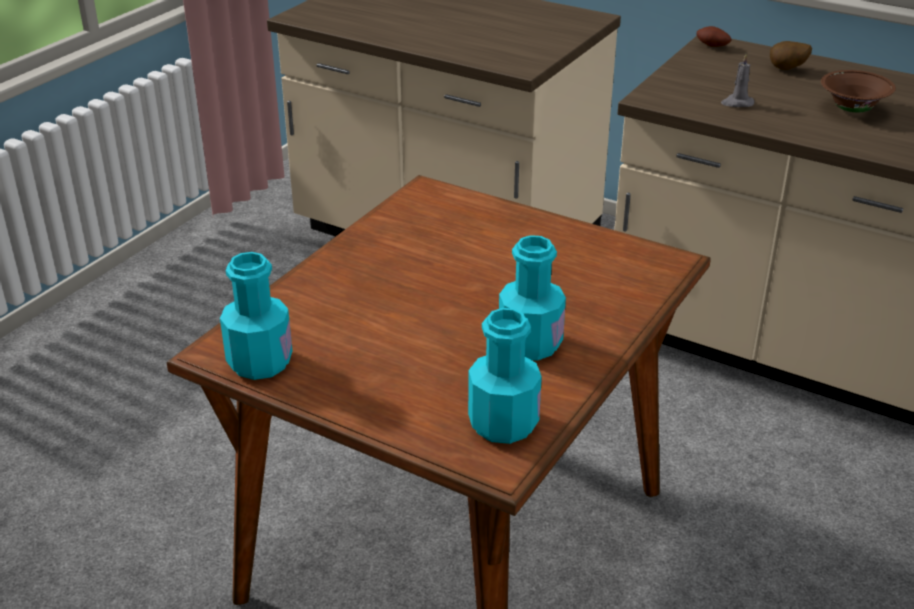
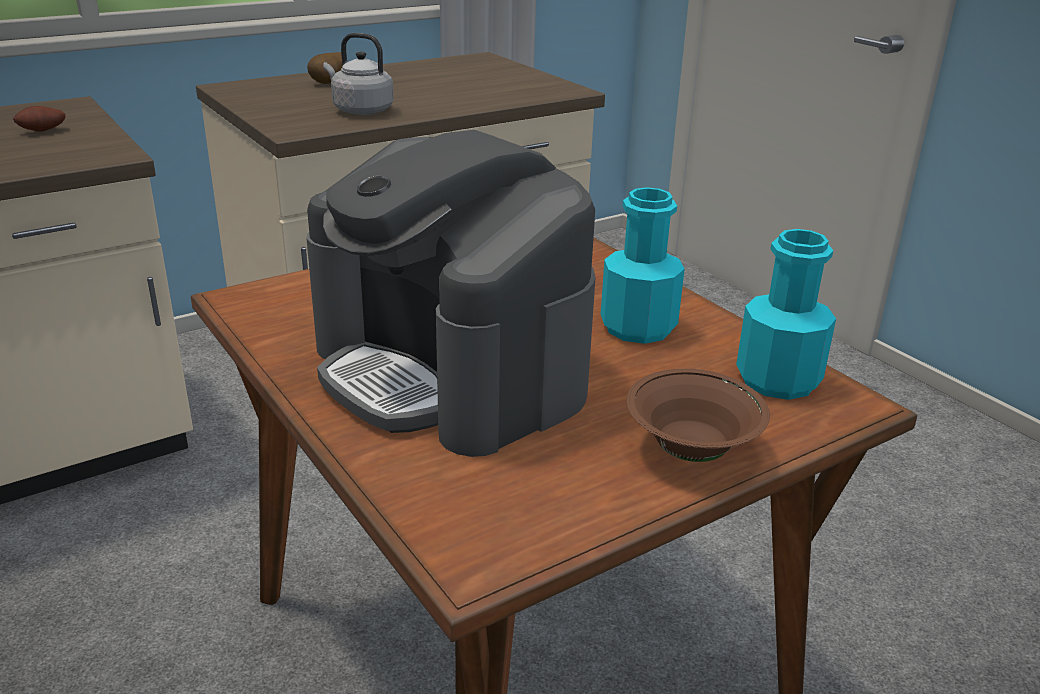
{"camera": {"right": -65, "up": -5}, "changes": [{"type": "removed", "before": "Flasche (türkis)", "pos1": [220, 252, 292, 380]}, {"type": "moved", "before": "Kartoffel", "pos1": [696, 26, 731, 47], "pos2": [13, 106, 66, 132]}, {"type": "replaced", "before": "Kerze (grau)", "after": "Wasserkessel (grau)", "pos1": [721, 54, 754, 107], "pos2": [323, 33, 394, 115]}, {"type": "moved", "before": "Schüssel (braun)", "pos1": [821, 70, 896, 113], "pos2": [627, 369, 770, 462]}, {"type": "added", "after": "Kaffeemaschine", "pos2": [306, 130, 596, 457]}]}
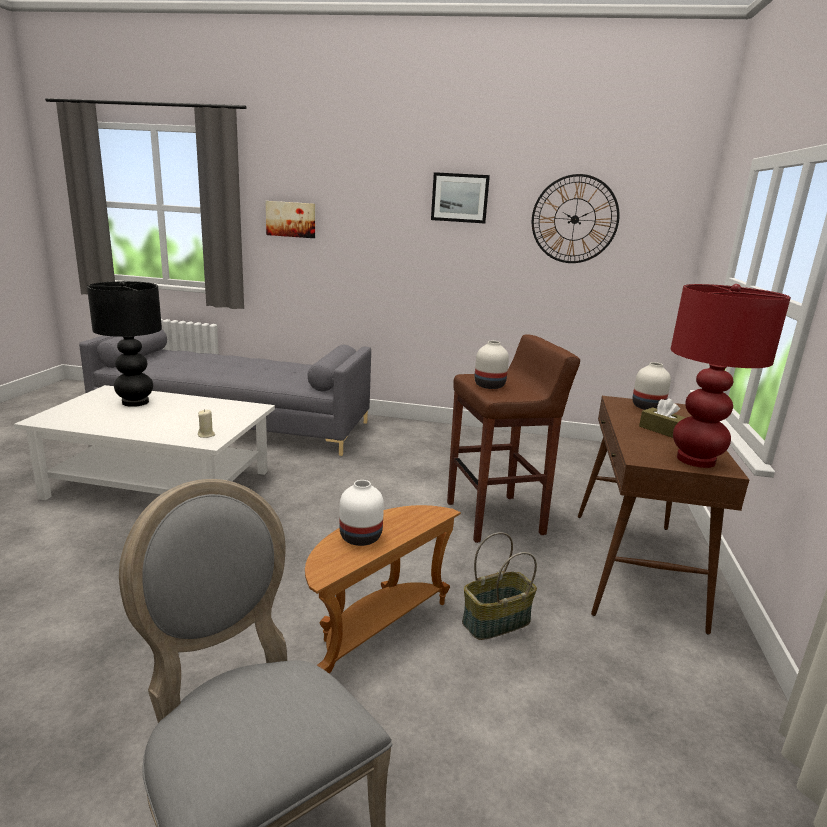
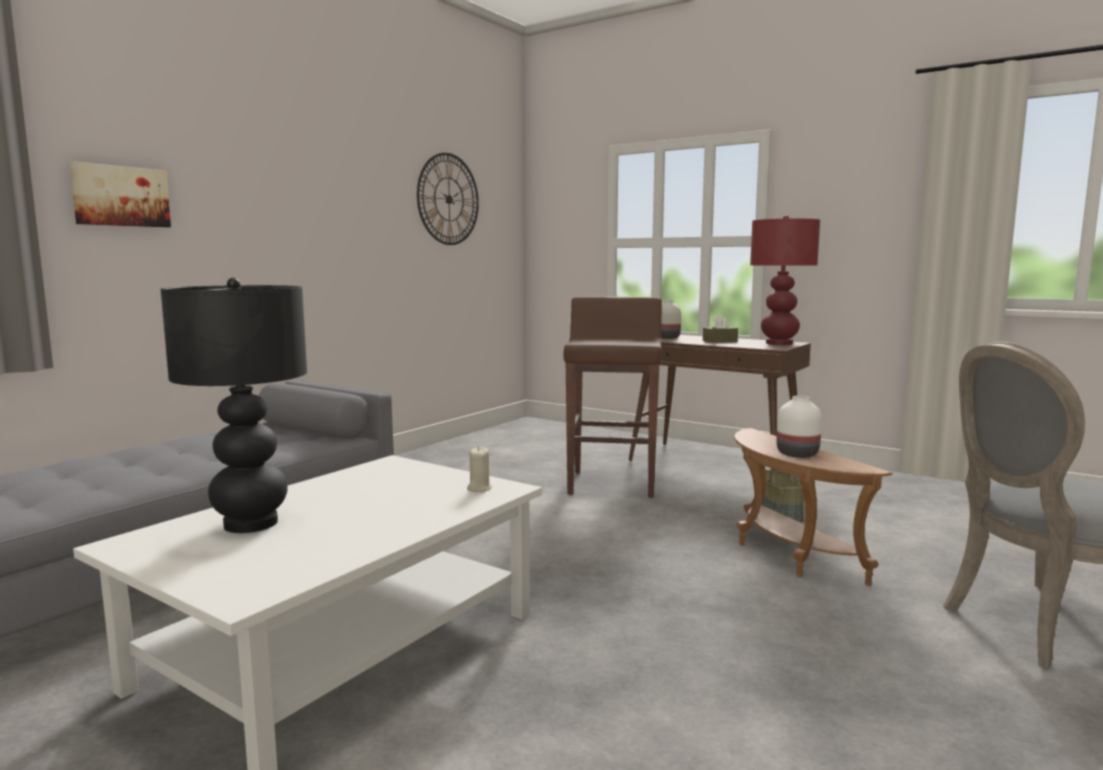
{"camera": {"right": -65, "up": -10}, "changes": [{"type": "removed", "before": "Bild", "pos1": [431, 172, 490, 223]}, {"type": "removed", "before": "Vase (weiß)", "pos1": [474, 341, 509, 389]}]}
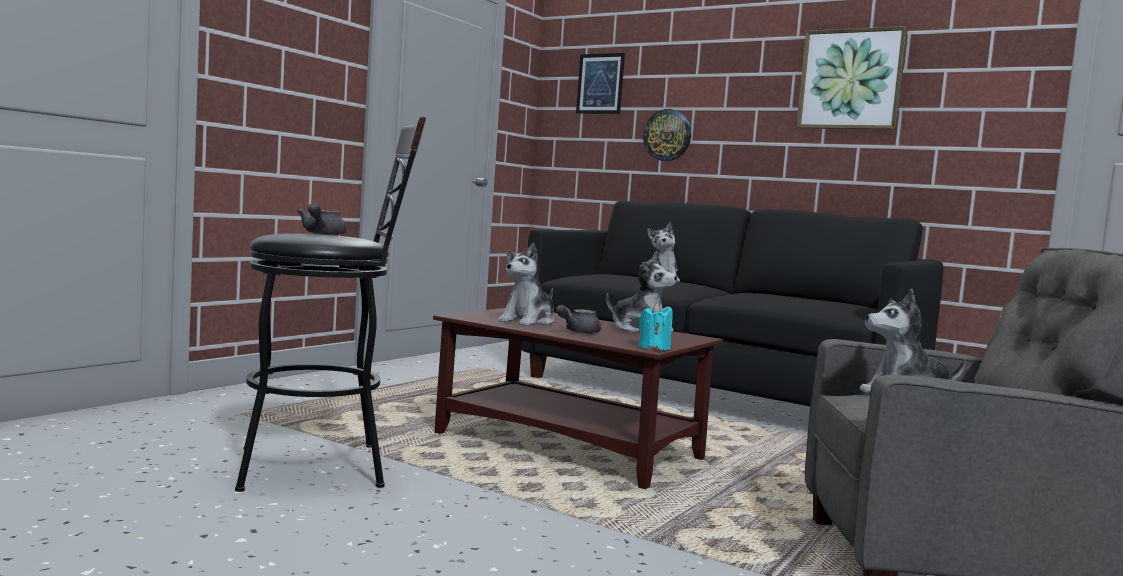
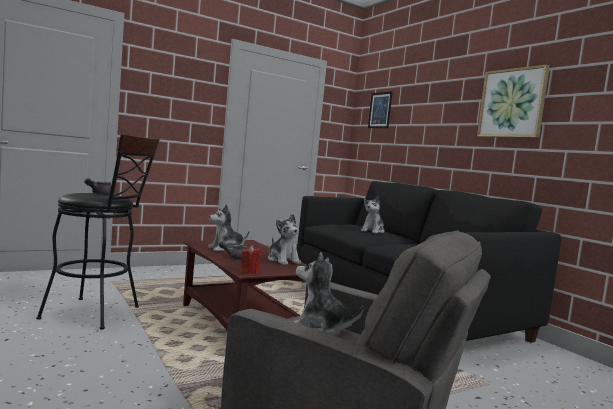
{"camera": {"right": 25, "up": 0}, "changes": [{"type": "recoloured", "before": "Kerze (türkis)", "after": "Kerze (rot)", "pos1": [639, 303, 673, 350], "pos2": [240, 245, 261, 274]}, {"type": "removed", "before": "Wanduhr", "pos1": [643, 109, 691, 161]}]}
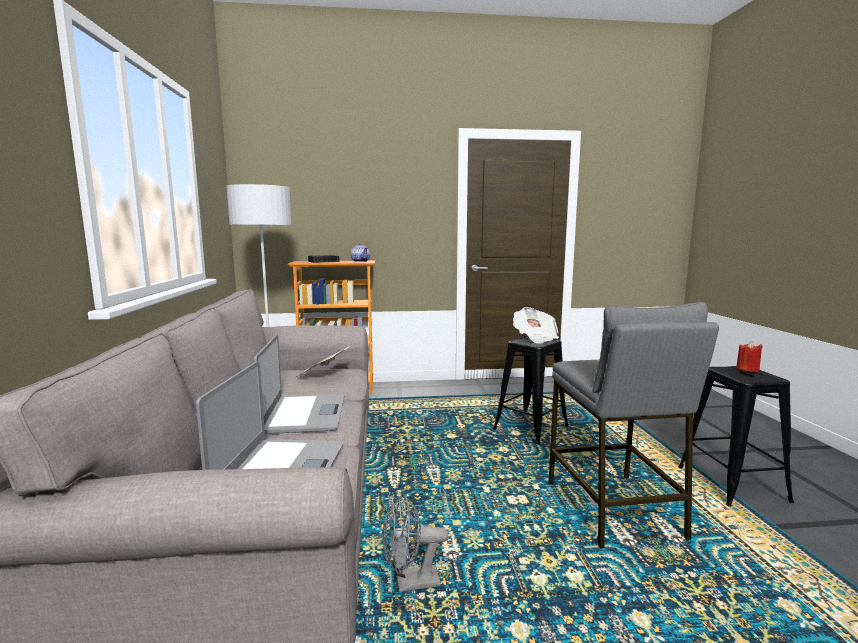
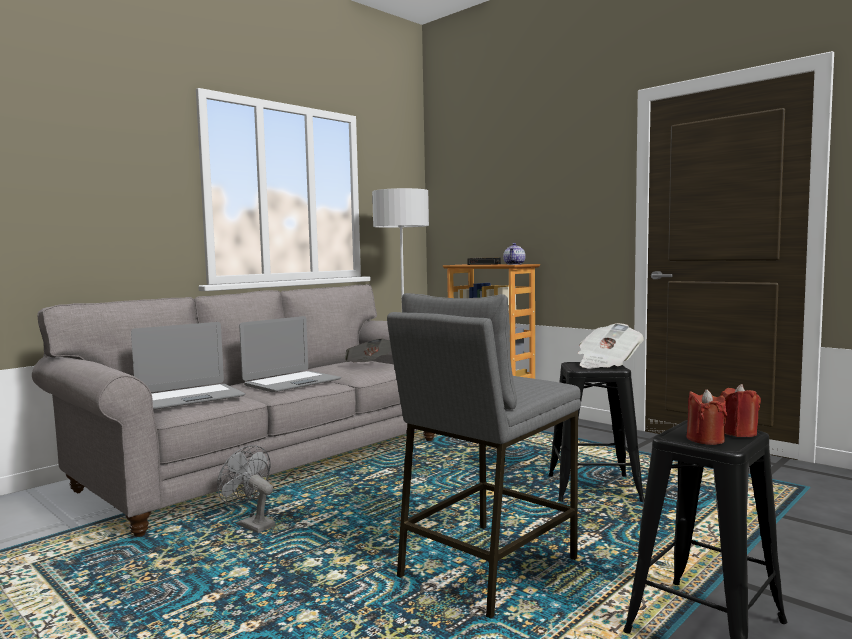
{"camera": {"right": 50, "up": -5}, "changes": [{"type": "added", "after": "Kerze (rot)", "pos2": [687, 389, 727, 445]}]}
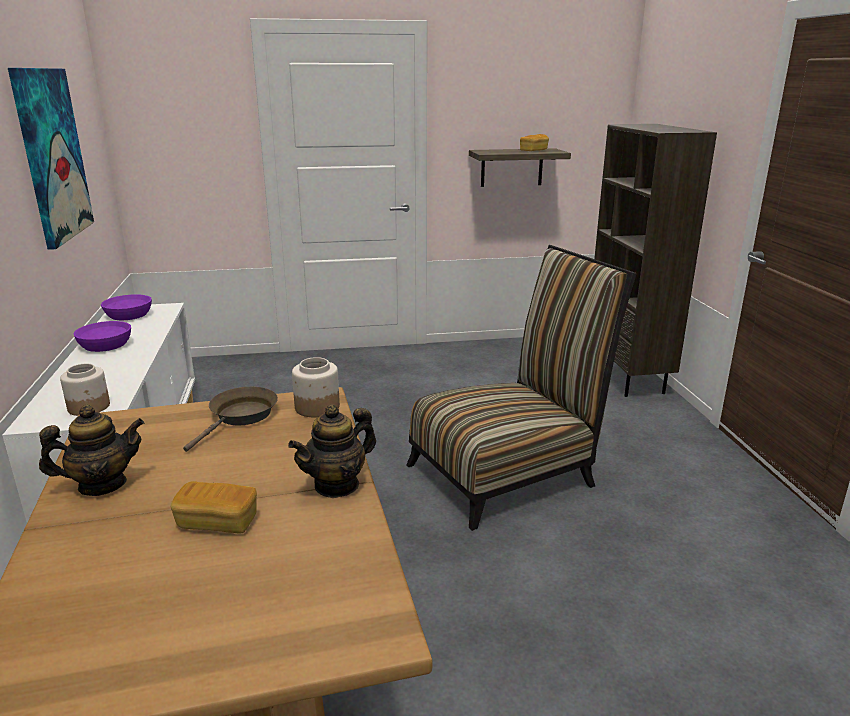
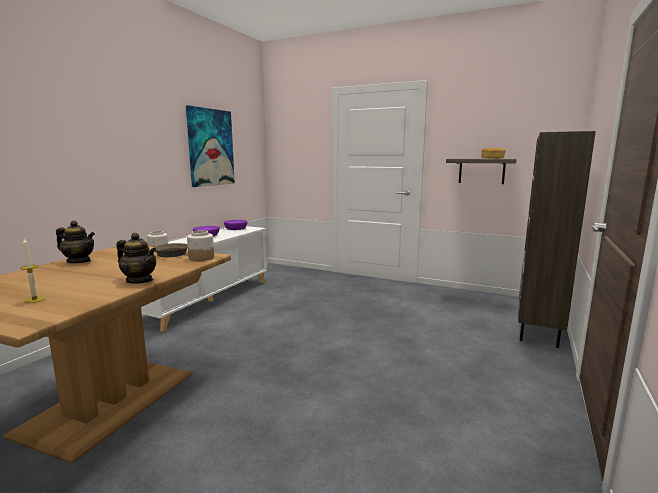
{"camera": {"right": 35, "up": -10}, "changes": [{"type": "removed", "before": "Brot", "pos1": [171, 481, 257, 533]}, {"type": "turned", "before": "Teekanne", "pos1": [288, 404, 376, 498], "pos2": [116, 233, 157, 284], "turn": -150}, {"type": "removed", "before": "Stuhl", "pos1": [407, 245, 637, 531]}, {"type": "added", "after": "Kerze", "pos2": [20, 239, 45, 303]}]}
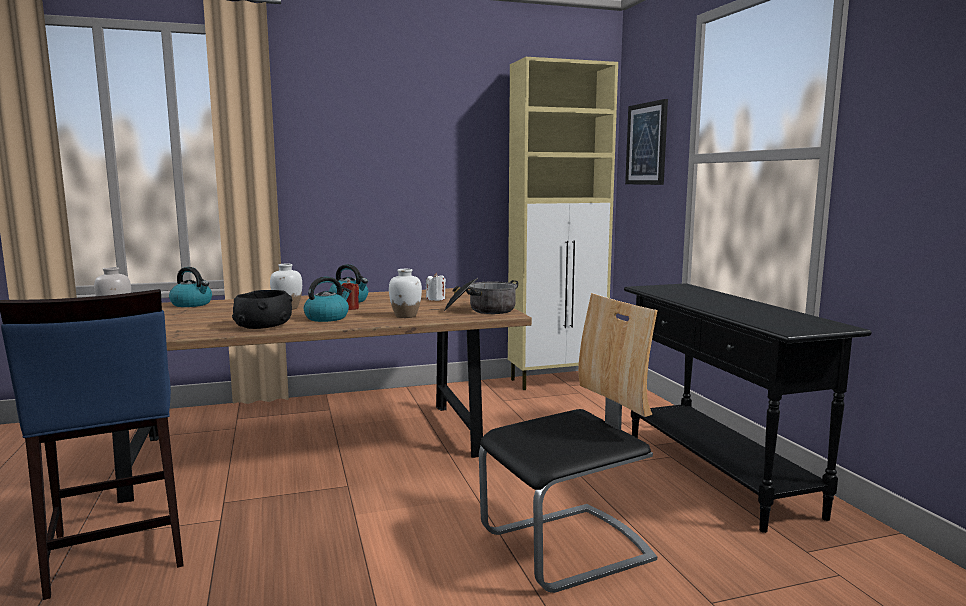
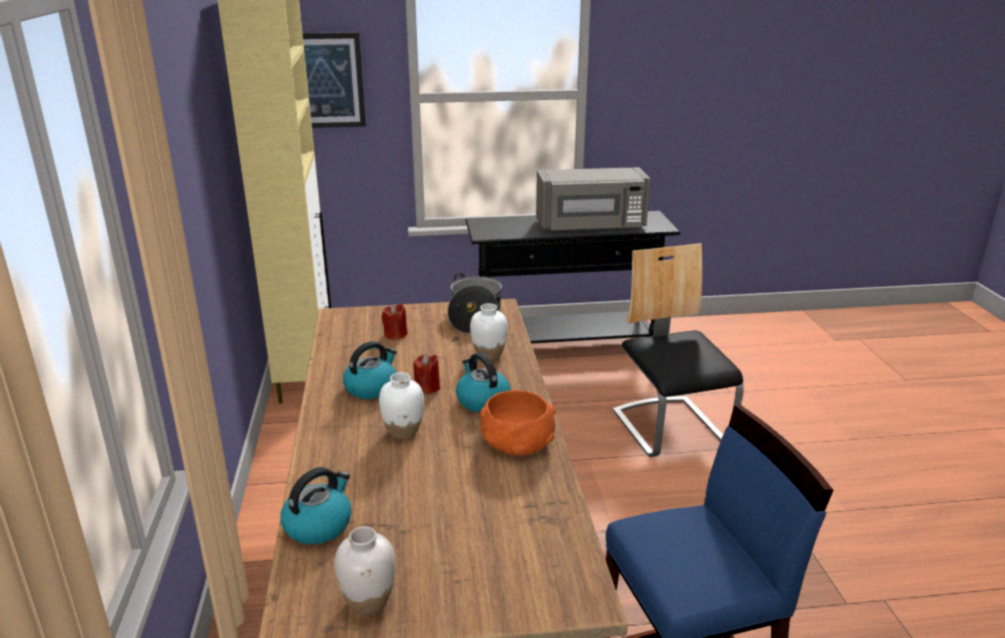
{"camera": {"right": -80, "up": 15}, "changes": [{"type": "recoloured", "before": "Schüssel (schwarz)", "after": "Schüssel (orange)", "pos1": [232, 290, 292, 329], "pos2": [480, 390, 556, 455]}, {"type": "recoloured", "before": "Kerze (weiß)", "after": "Kerze (rot)", "pos1": [426, 273, 446, 301], "pos2": [381, 304, 408, 340]}, {"type": "added", "after": "Mikrowelle (grau)", "pos2": [536, 167, 650, 231]}]}
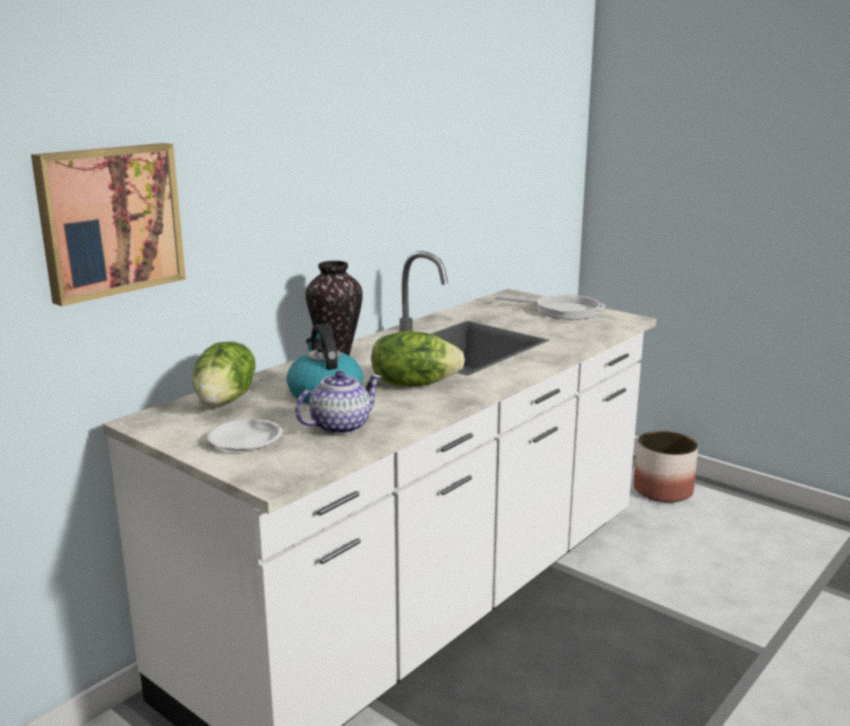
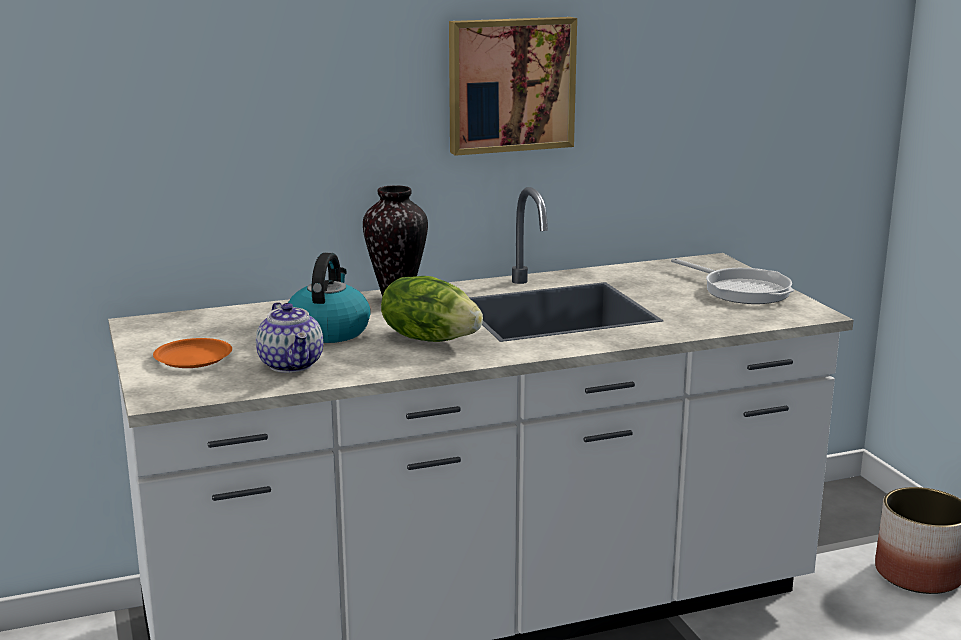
{"camera": {"right": 30, "up": 0}, "changes": [{"type": "moved", "before": "Bild", "pos1": [31, 143, 186, 306], "pos2": [449, 17, 577, 156]}, {"type": "removed", "before": "Salatkopf", "pos1": [193, 342, 256, 405]}, {"type": "recoloured", "before": "Teller (weiß)", "after": "Teller (orange)", "pos1": [207, 419, 282, 451], "pos2": [153, 338, 232, 368]}, {"type": "turned", "before": "Teekanne", "pos1": [295, 371, 382, 435], "pos2": [256, 302, 323, 373], "turn": 75}]}
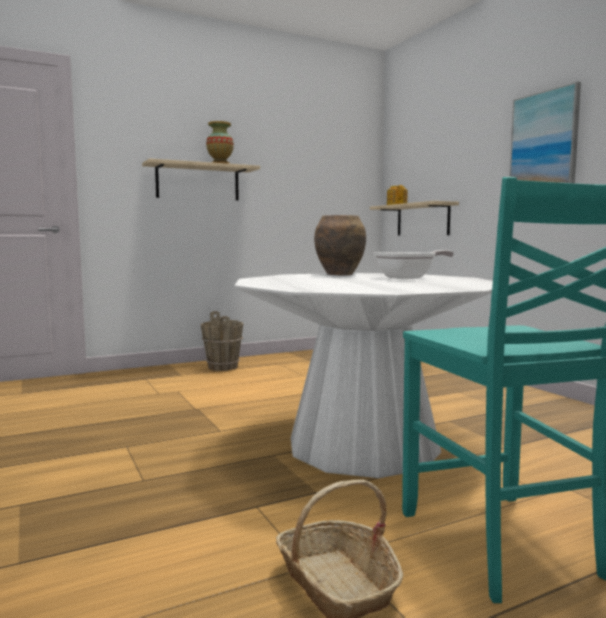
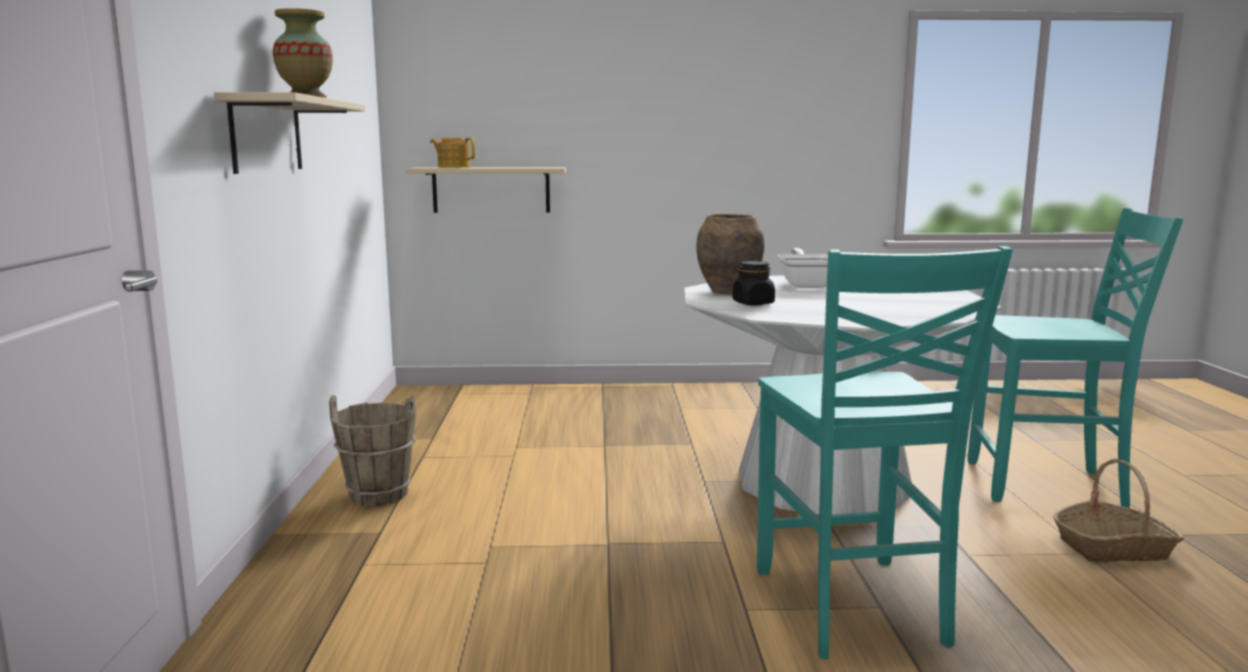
{"camera": {"right": -65, "up": 5}, "changes": [{"type": "removed", "before": "Bild", "pos1": [510, 82, 581, 183]}, {"type": "added", "after": "Vorratsglas (schwarz)", "pos2": [733, 261, 775, 305]}, {"type": "added", "after": "Stuhl (türkis)", "pos2": [757, 246, 1013, 659]}]}
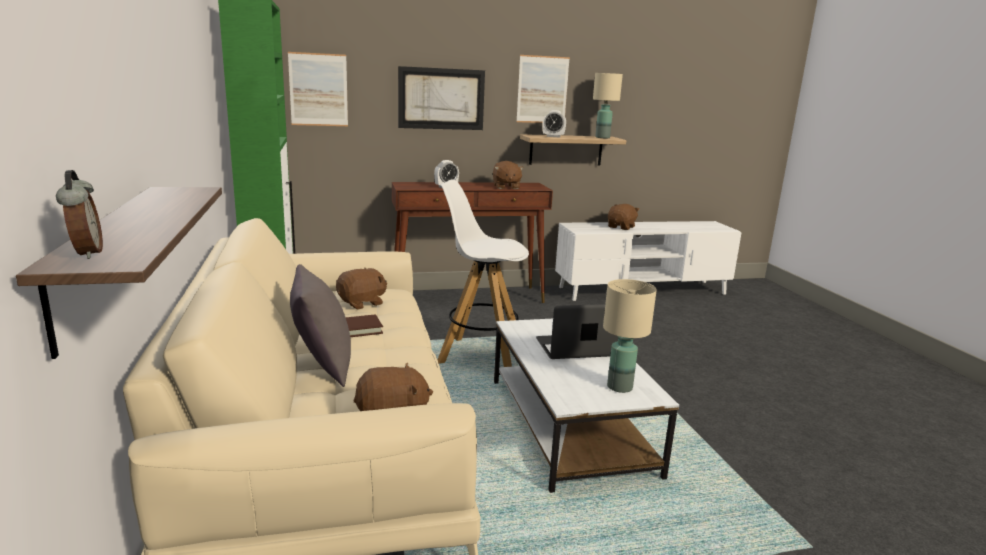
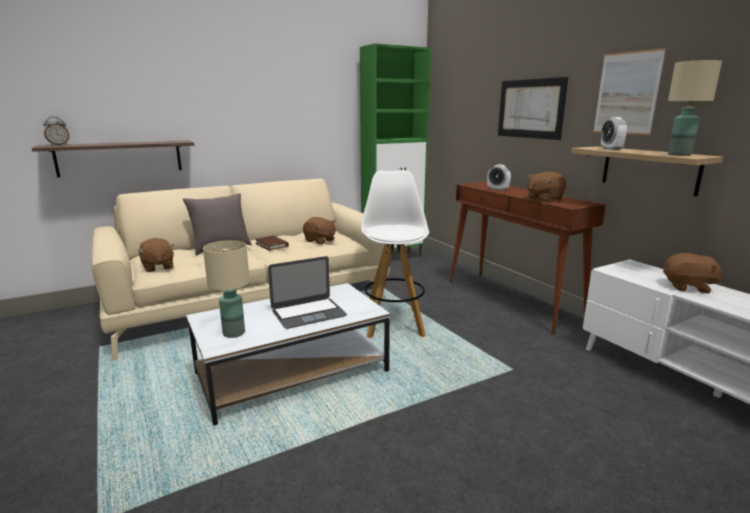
{"camera": {"right": 75, "up": 0}, "changes": [{"type": "removed", "before": "Bild", "pos1": [288, 52, 348, 126]}, {"type": "turned", "before": "Laptop", "pos1": [536, 304, 618, 359], "pos2": [268, 256, 347, 329], "turn": 90}]}
